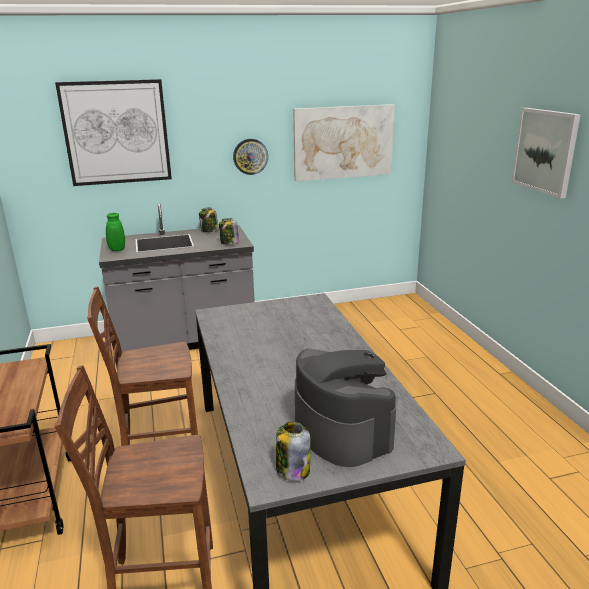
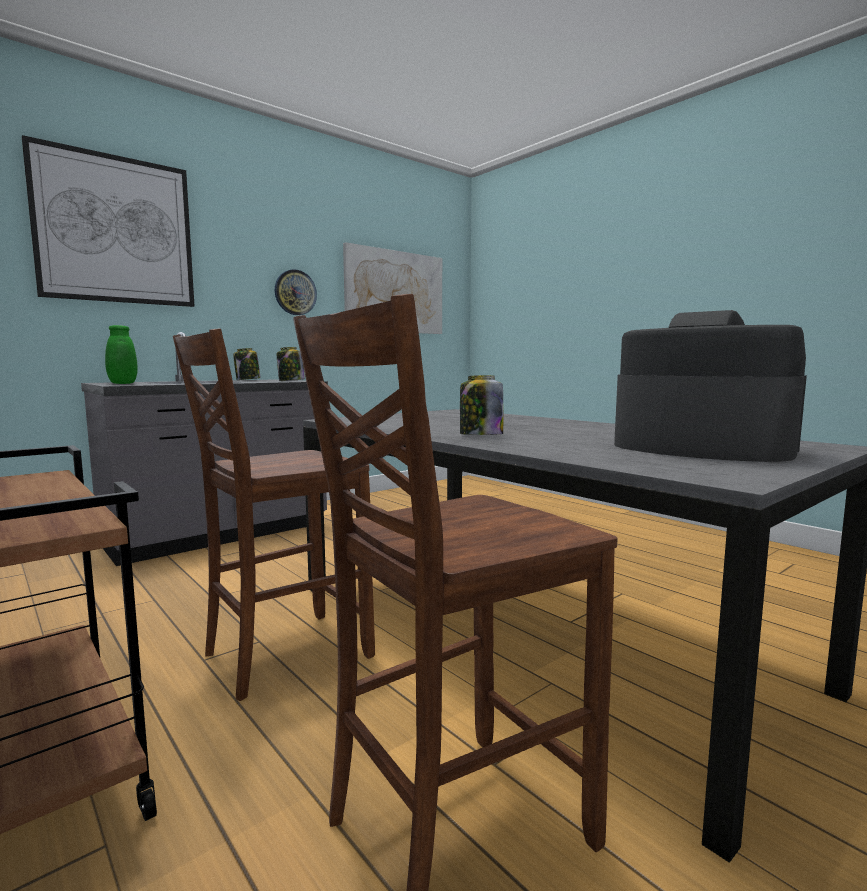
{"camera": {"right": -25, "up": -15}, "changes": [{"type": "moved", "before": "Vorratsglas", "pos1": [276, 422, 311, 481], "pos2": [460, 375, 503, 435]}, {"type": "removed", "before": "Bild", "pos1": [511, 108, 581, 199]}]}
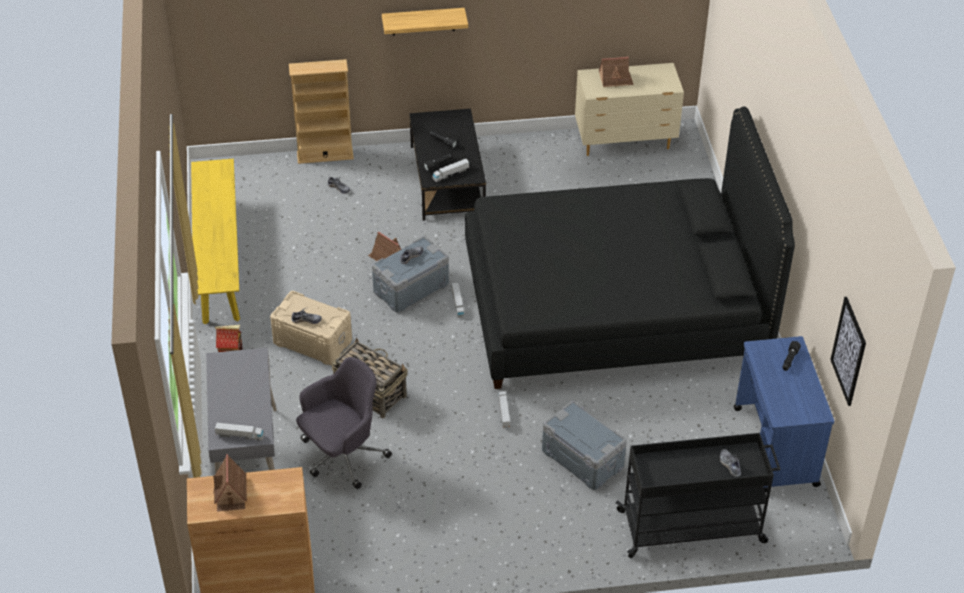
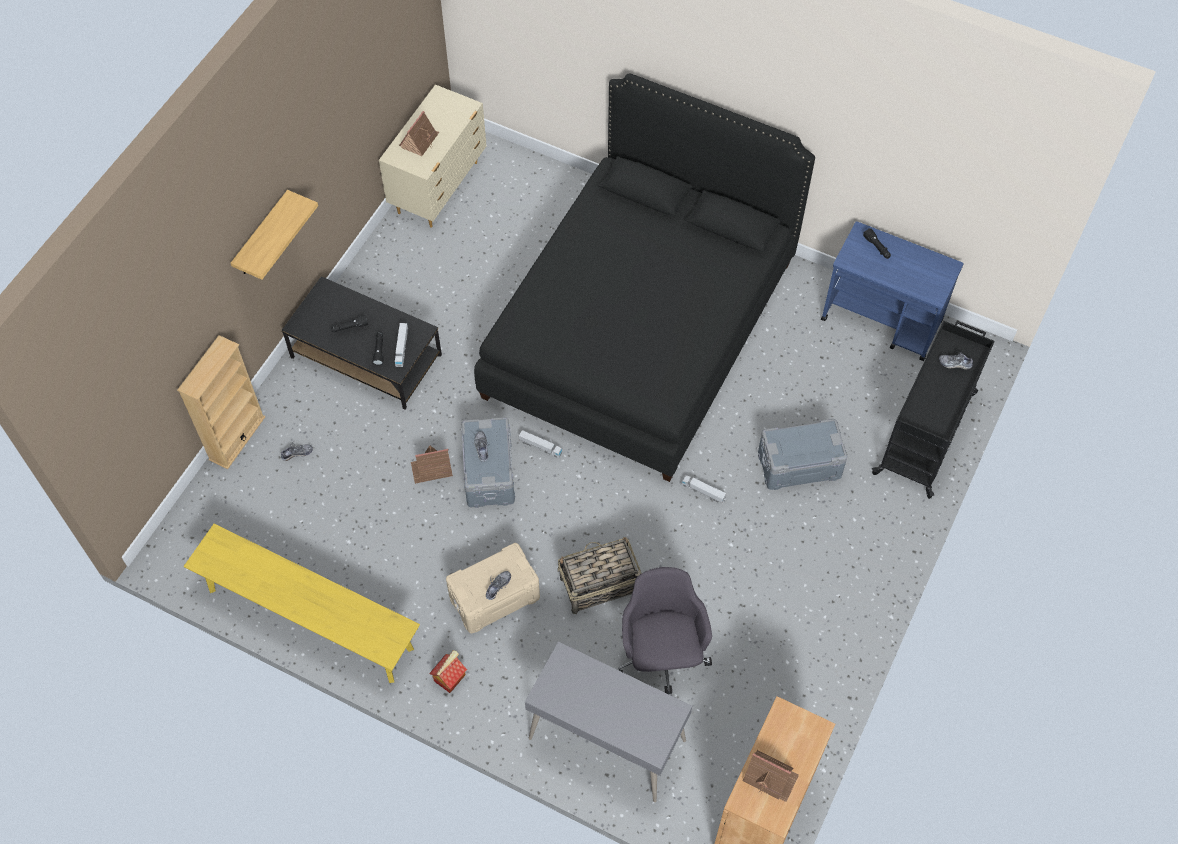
{"camera": {"right": -55, "up": 15}, "changes": [{"type": "removed", "before": "Spielzeuglaster", "pos1": [215, 423, 264, 441]}, {"type": "removed", "before": "Bild", "pos1": [830, 297, 866, 406]}]}
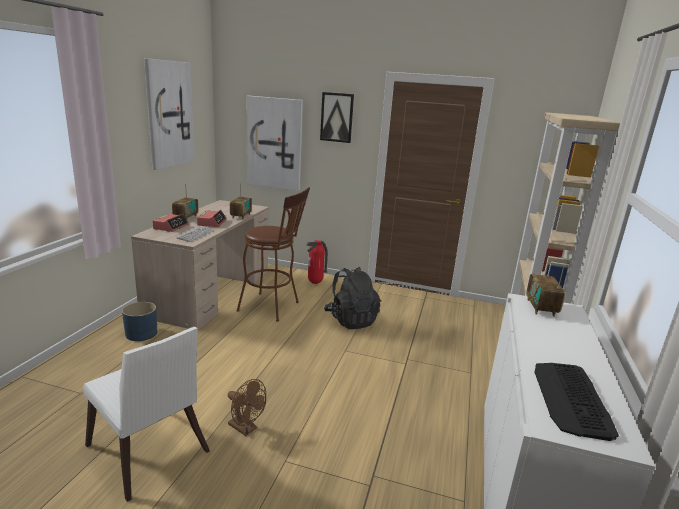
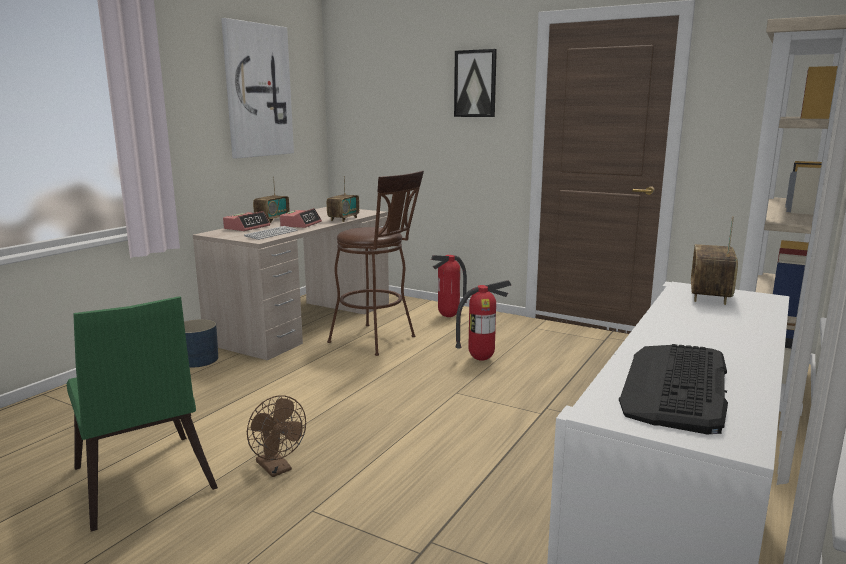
{"camera": {"right": 15, "up": -5}, "changes": [{"type": "recoloured", "before": "Stuhl (weiß)", "after": "Stuhl (grün)", "pos1": [83, 327, 210, 502], "pos2": [67, 296, 218, 532]}, {"type": "removed", "before": "Bild", "pos1": [247, 96, 303, 191]}, {"type": "replaced", "before": "Rucksack (schwarz)", "after": "Feuerlöscher", "pos1": [324, 267, 381, 329], "pos2": [455, 280, 511, 361]}]}
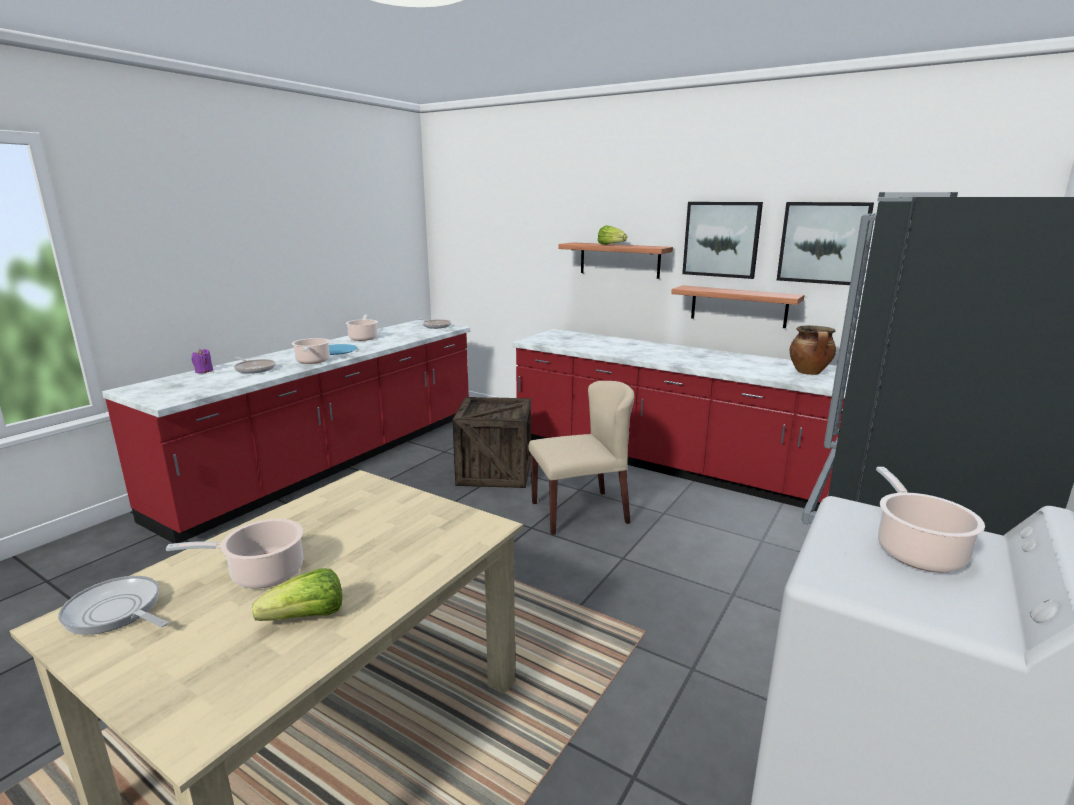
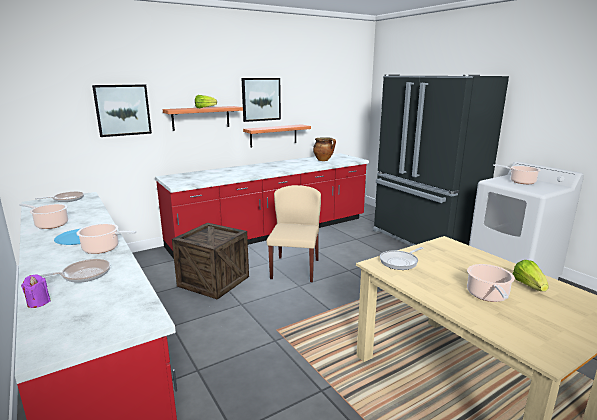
{"camera": {"right": -65, "up": 0}, "changes": [{"type": "moved", "before": "Pfanne", "pos1": [58, 576, 168, 635], "pos2": [380, 247, 423, 270]}, {"type": "moved", "before": "Bild", "pos1": [777, 202, 874, 285], "pos2": [92, 84, 152, 137]}]}
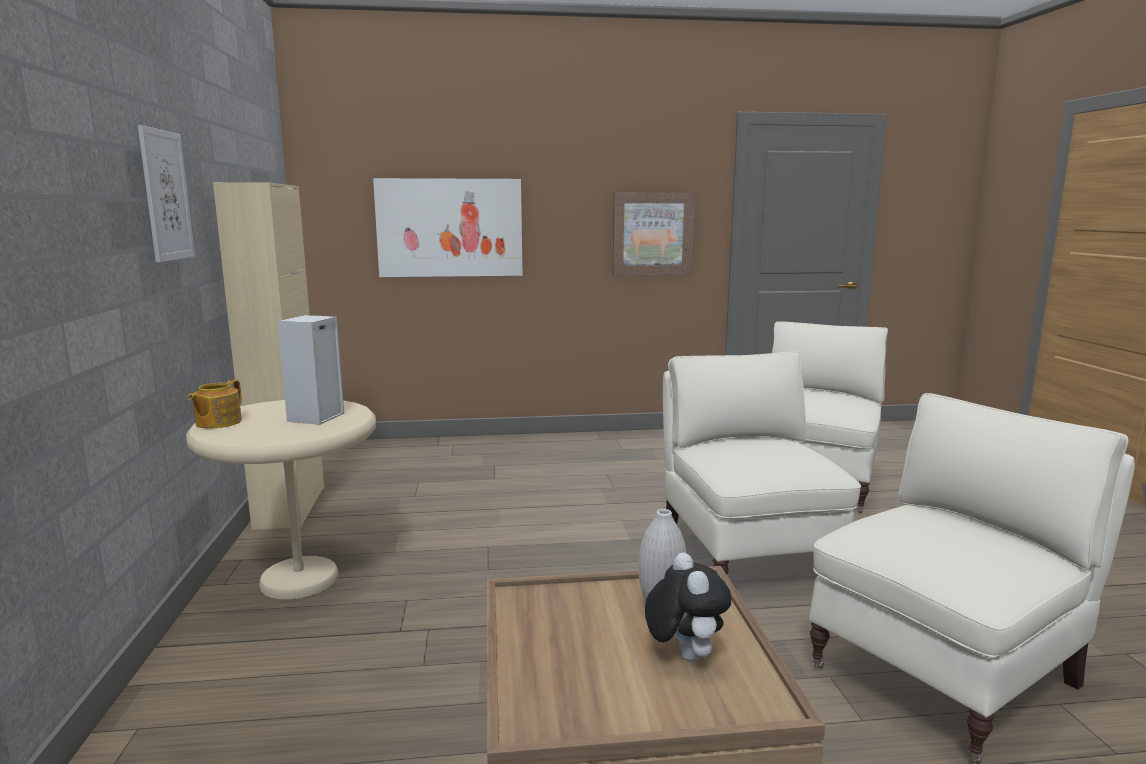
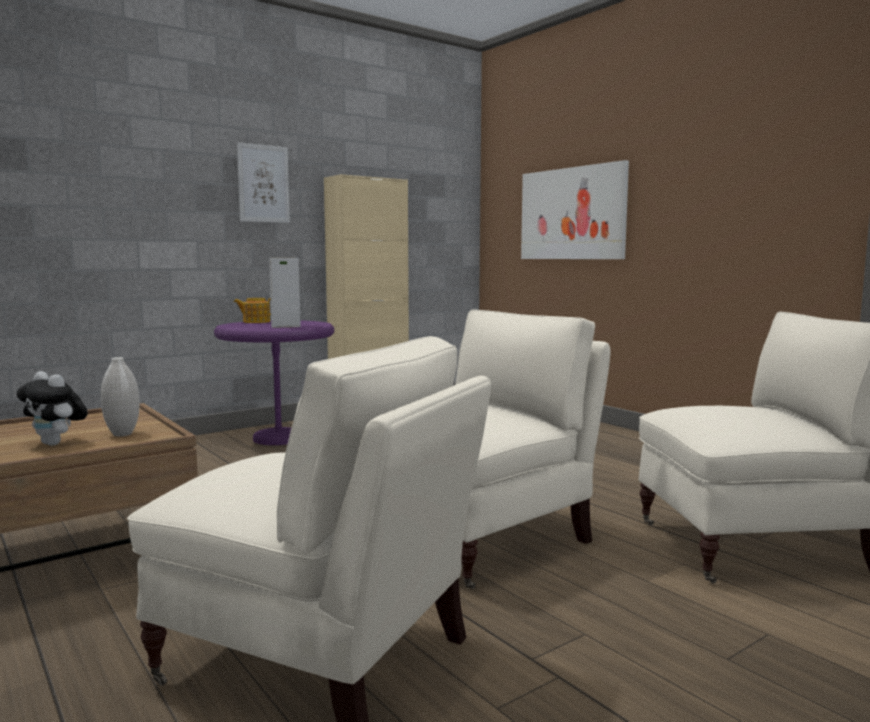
{"camera": {"right": 60, "up": -5}, "changes": [{"type": "recoloured", "before": "Beistelltisch (beige)", "after": "Beistelltisch (lila)", "pos1": [186, 400, 376, 599], "pos2": [214, 320, 334, 445]}, {"type": "removed", "before": "Bild", "pos1": [613, 193, 695, 275]}, {"type": "turned", "before": "Plüschtier", "pos1": [645, 552, 731, 662], "pos2": [16, 371, 88, 446], "turn": 75}]}
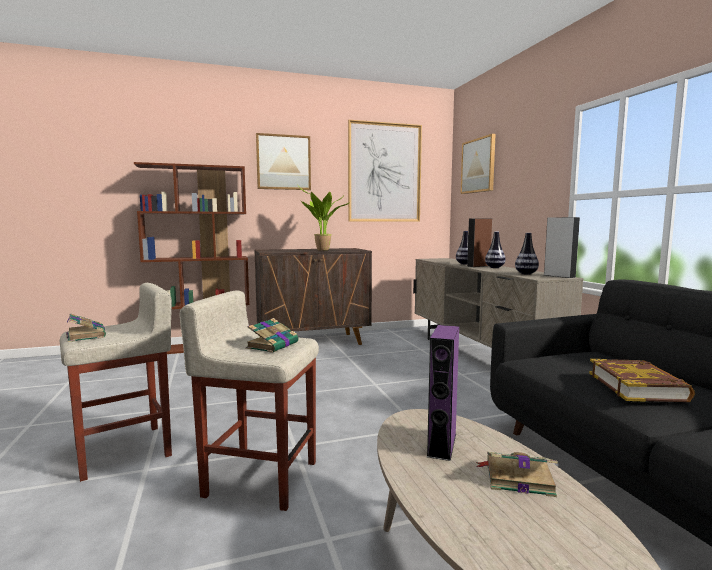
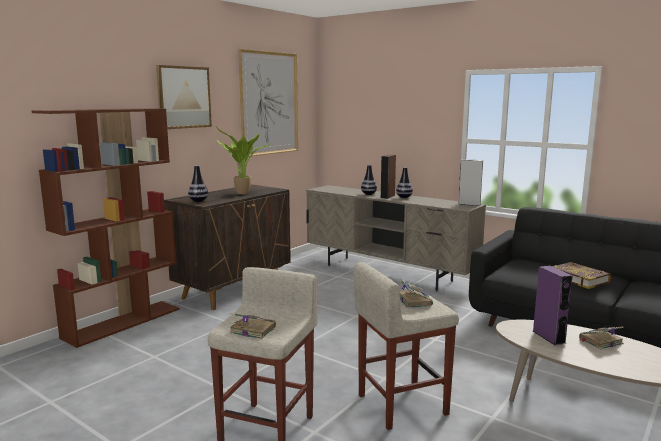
{"camera": {"right": -35, "up": 5}, "changes": [{"type": "removed", "before": "Bild", "pos1": [460, 134, 496, 194]}, {"type": "moved", "before": "Vase", "pos1": [515, 233, 539, 275], "pos2": [188, 165, 208, 202]}]}
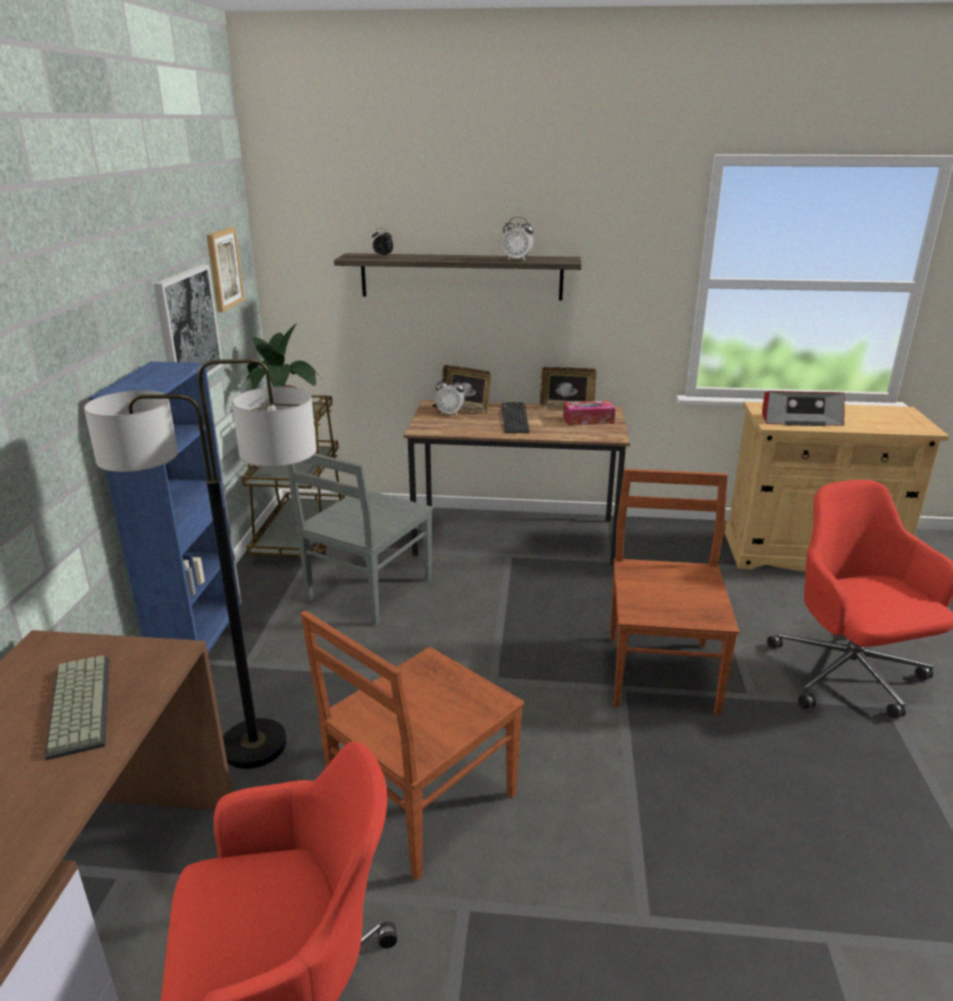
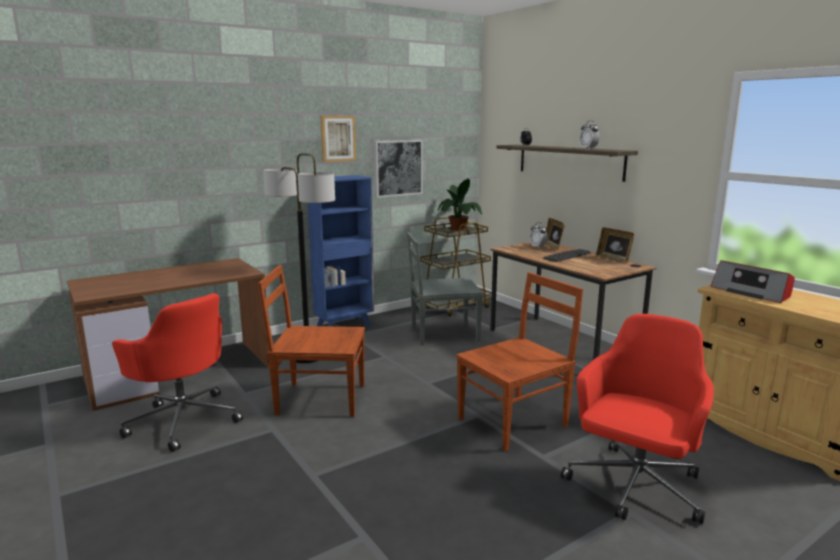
{"camera": {"right": 50, "up": -10}, "changes": [{"type": "removed", "before": "Tastatur", "pos1": [45, 655, 109, 760]}, {"type": "moved", "before": "Bild", "pos1": [207, 228, 245, 312], "pos2": [320, 116, 356, 162]}, {"type": "removed", "before": "Taschentuchbox", "pos1": [563, 401, 615, 425]}]}
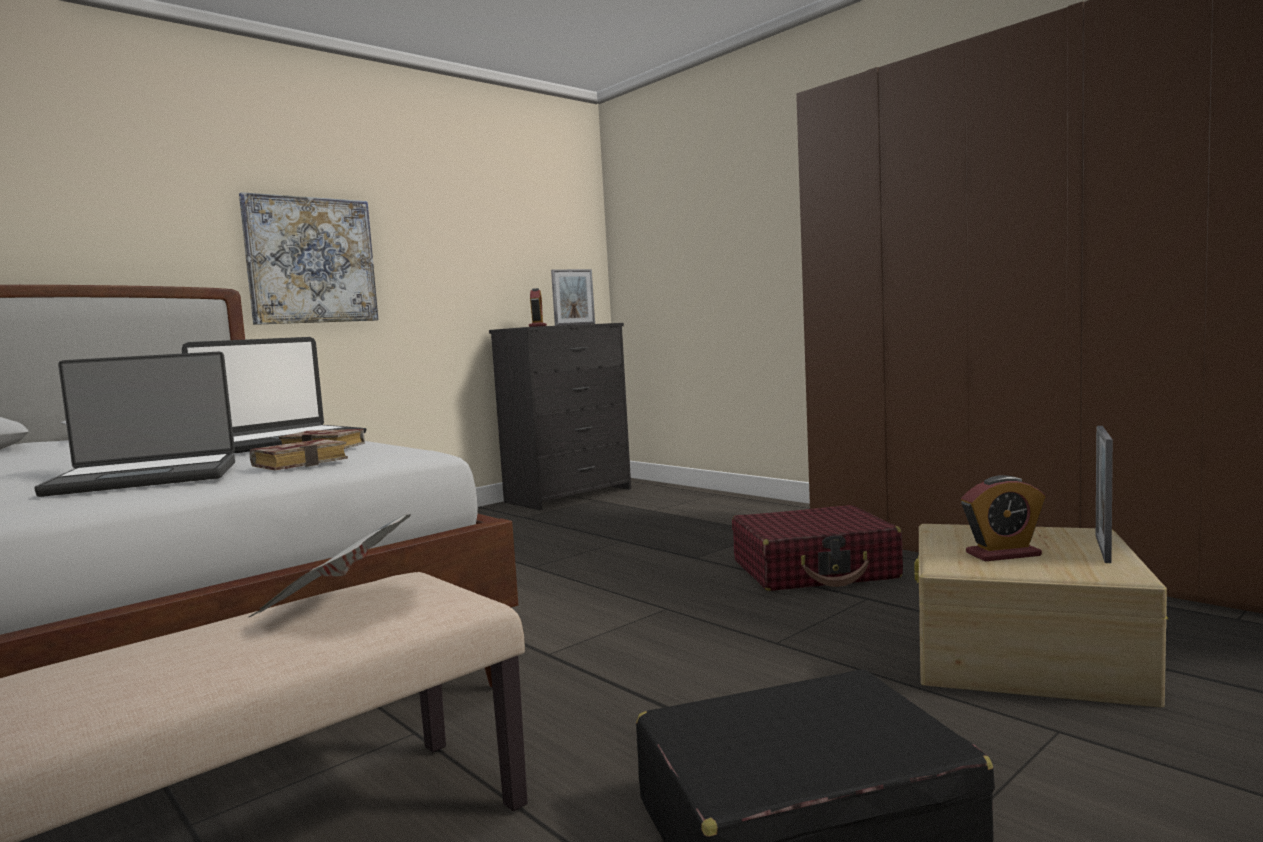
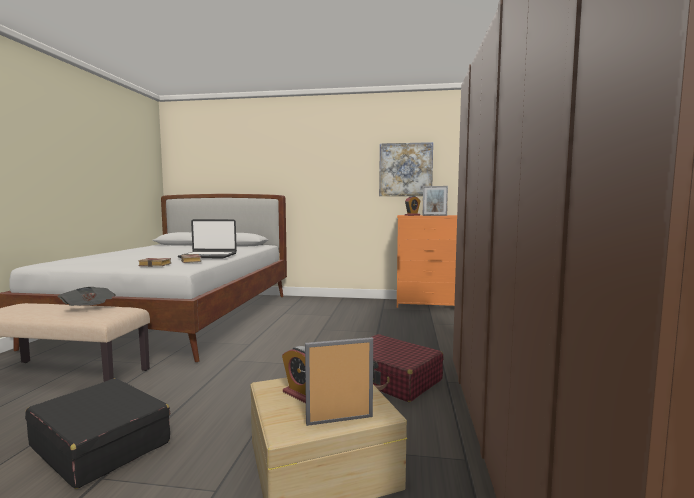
{"camera": {"right": 50, "up": 0}, "changes": [{"type": "removed", "before": "Laptop", "pos1": [35, 352, 235, 497]}, {"type": "moved", "before": "Bild", "pos1": [239, 192, 378, 325], "pos2": [379, 142, 433, 196]}, {"type": "recoloured", "before": "Kommode (schwarz)", "after": "Kommode (orange)", "pos1": [489, 323, 631, 510], "pos2": [397, 215, 457, 308]}]}
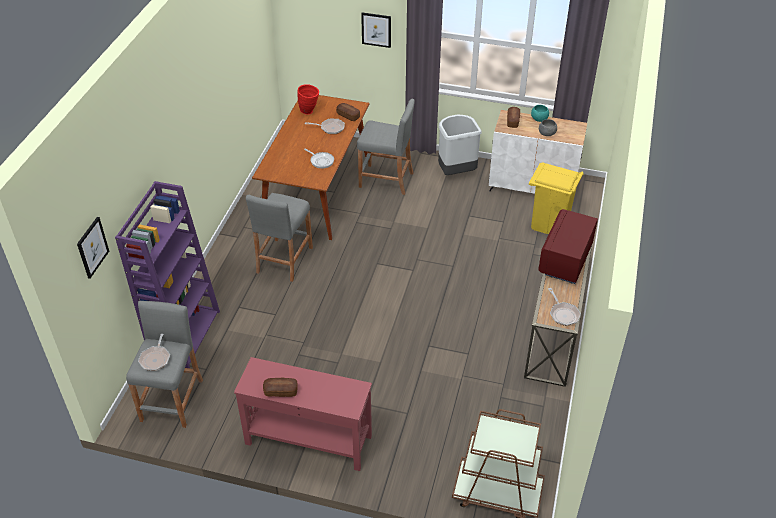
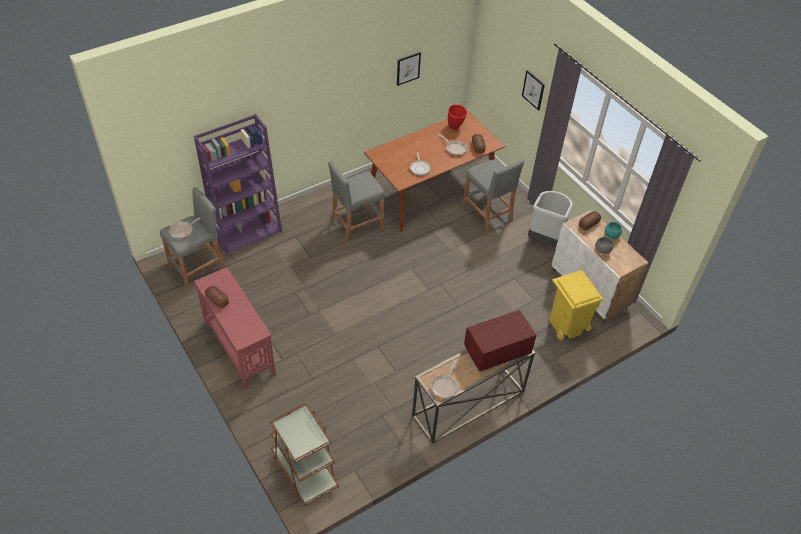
{"camera": {"right": 40, "up": 5}, "changes": [{"type": "moved", "before": "Bild", "pos1": [77, 217, 109, 279], "pos2": [397, 52, 421, 86]}]}
